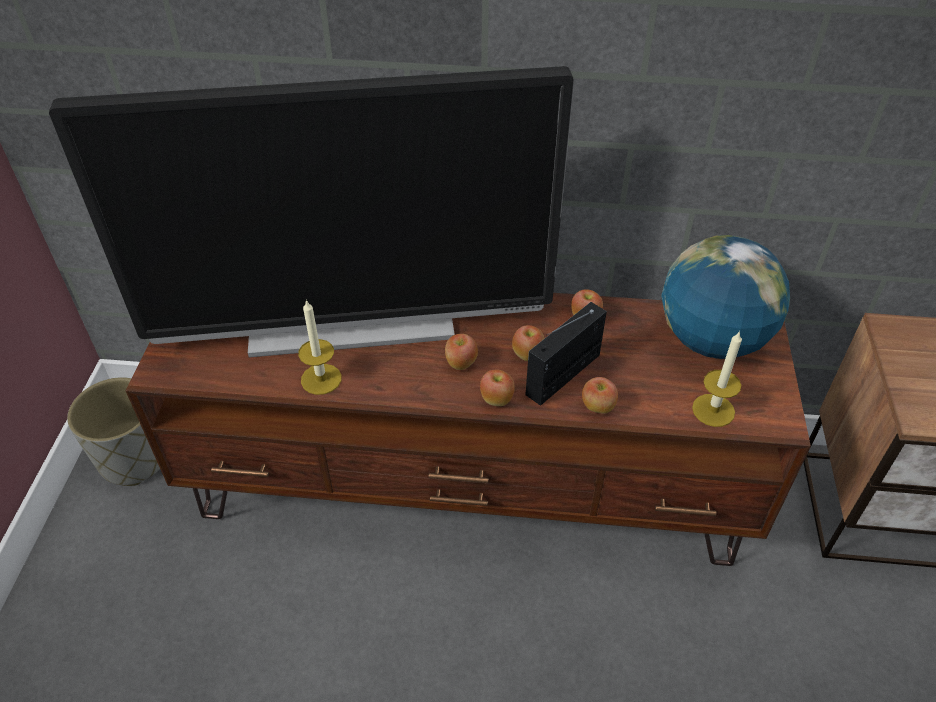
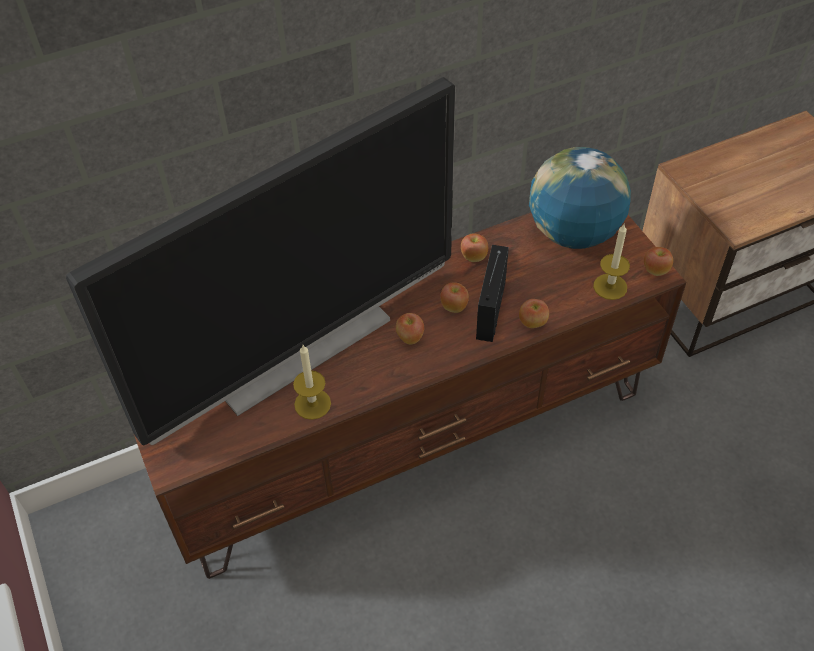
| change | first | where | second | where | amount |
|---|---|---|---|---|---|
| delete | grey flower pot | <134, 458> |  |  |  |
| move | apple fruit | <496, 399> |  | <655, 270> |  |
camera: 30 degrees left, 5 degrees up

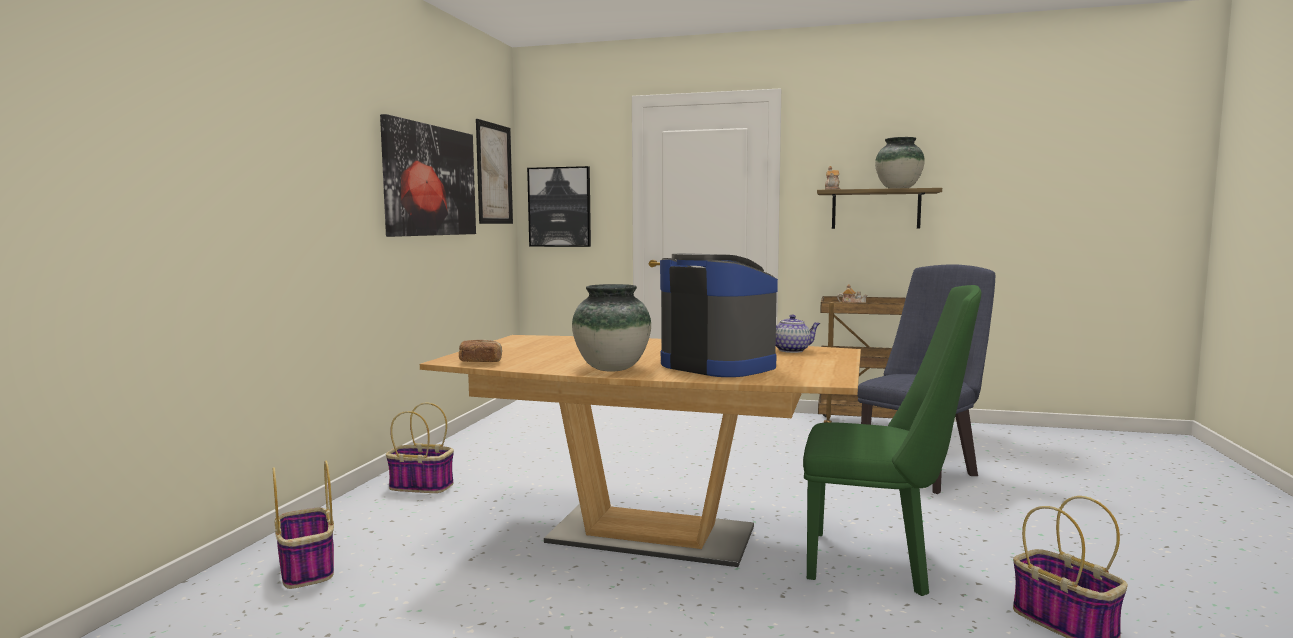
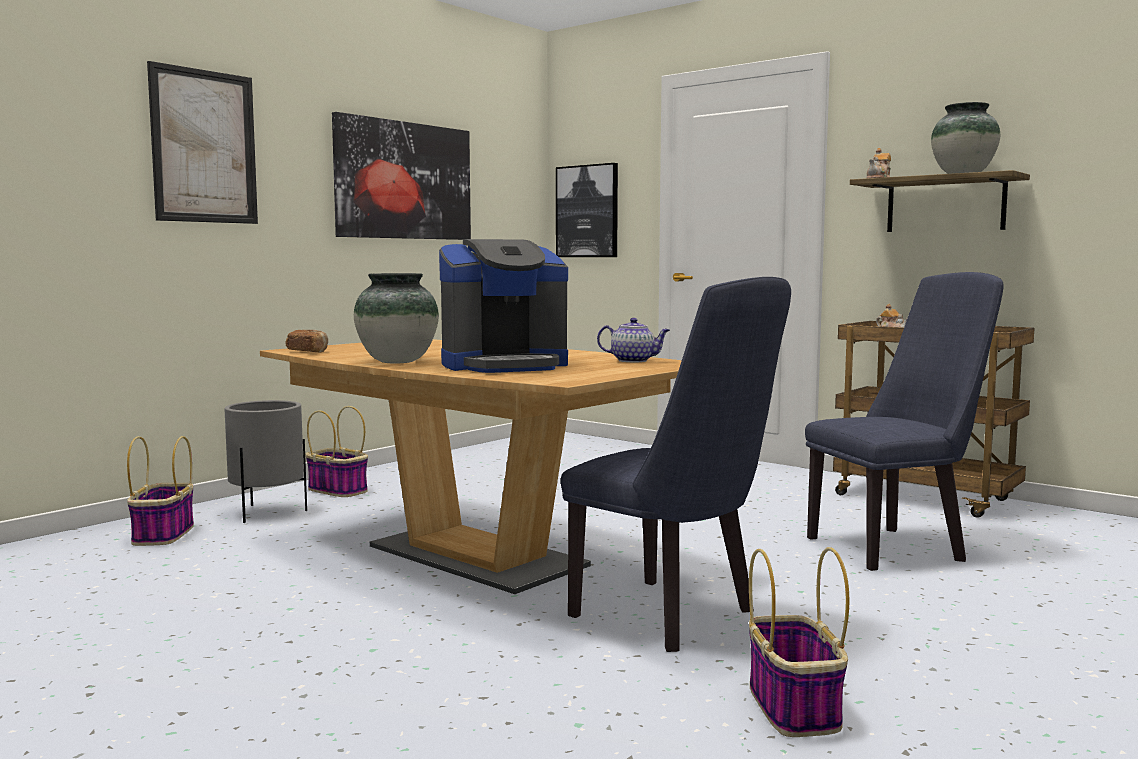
| change | first | where | second | where | amount |
|---|---|---|---|---|---|
| insert |  |  | grey flower pot | <268, 513> |  |
| move | wall picture | <494, 174> |  | <204, 146> |  |
| recolor | greenish plain chair | <880, 563> | bluish plain chair | <675, 618> |  |
| rotate | coffee maker | <718, 365> |  | <504, 365> | 90 degrees clockwise |
camera: 25 degrees right, 0 degrees up

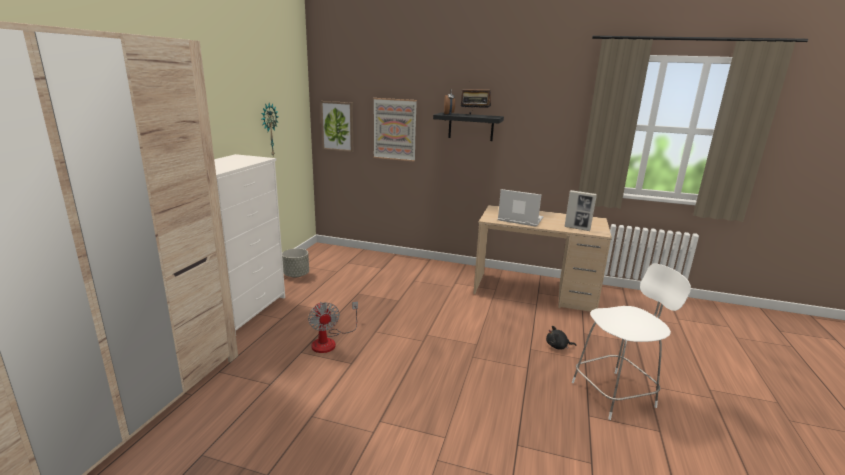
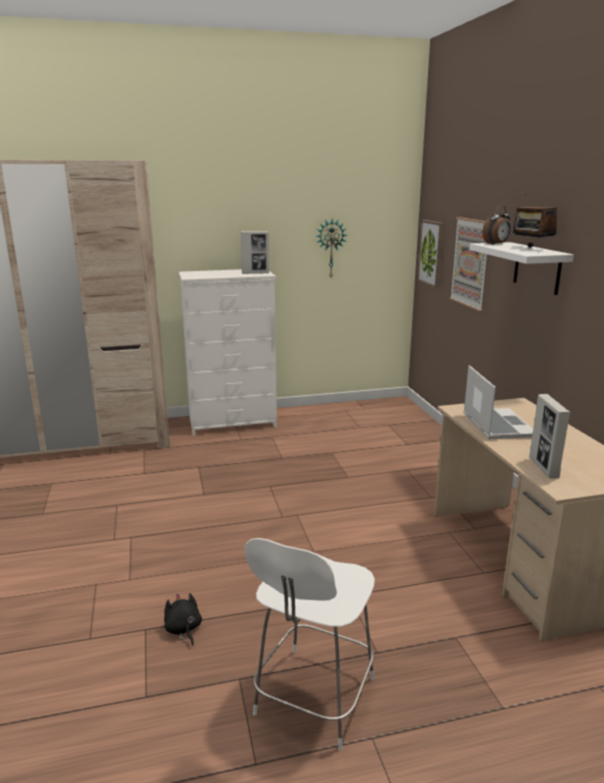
| change | first | where | second | where | amount |
|---|---|---|---|---|---|
| delete | grey flower pot | <296, 275> |  |  |  |
| delete | cooling fan | <329, 341> |  |  |  |
| insert |  |  | picture frame | <255, 273> |  |
| move | blackish soft toy | <558, 346> |  | <183, 629> |  |
| recolor | blackish bracket shelf | <471, 127> | whitish bracket shelf | <537, 268> |  |
| rotate | whitish plain chair | <615, 394> |  | <313, 699> | 75 degrees clockwise |
camera: 60 degrees right, 0 degrees up

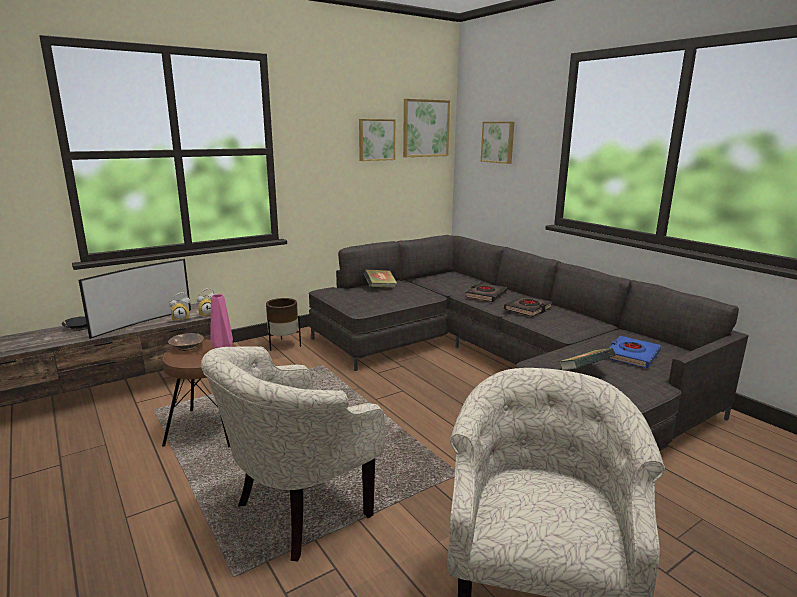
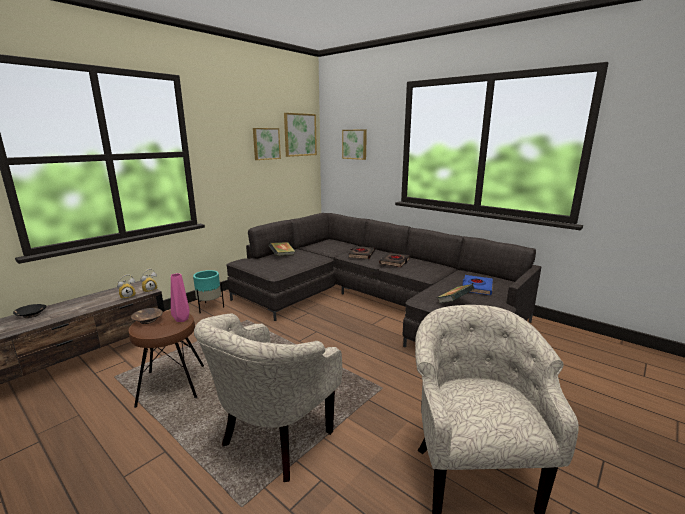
| change | first | where | second | where | amount |
|---|---|---|---|---|---|
| delete | television | <141, 322> |  |  |  |
| recolor | brown-coloured flower pot | <283, 345> | blue-green flower pot | <209, 307> |  |
camera: 15 degrees left, 0 degrees up

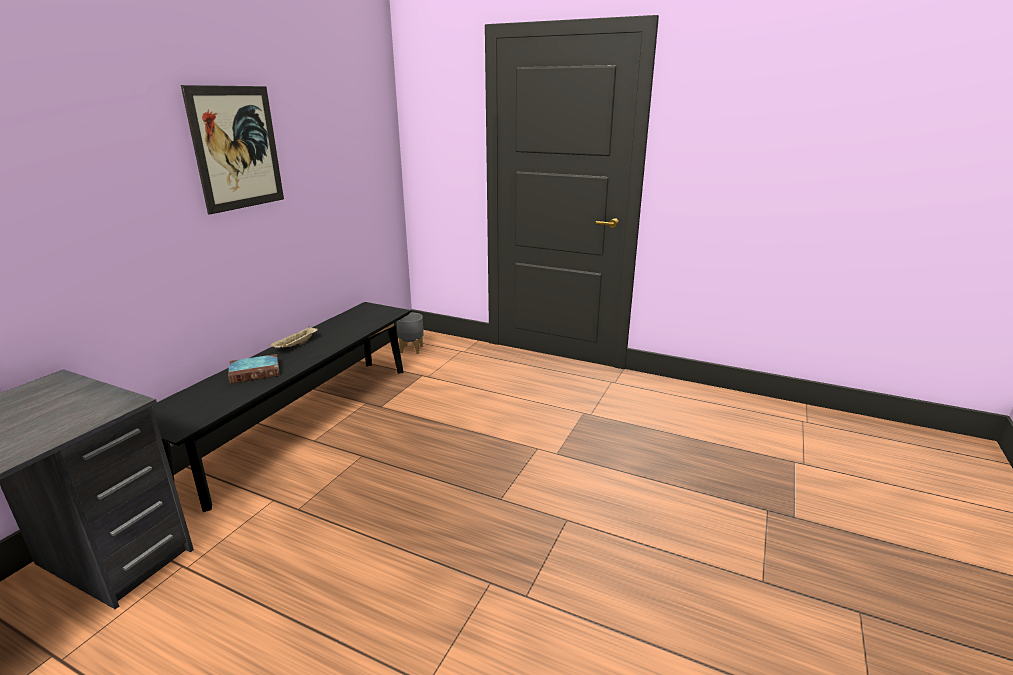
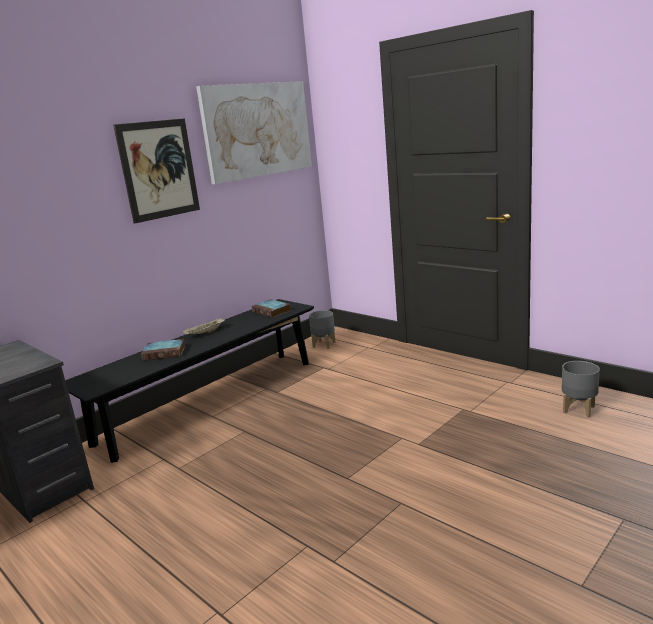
| change | first | where | second | where | amount |
|---|---|---|---|---|---|
| insert |  |  | wall picture | <257, 130> |  |
| insert |  |  | volume | <272, 311> |  |
| insert |  |  | grey flower pot | <579, 409> |  |
camera: 20 degrees right, 5 degrees down

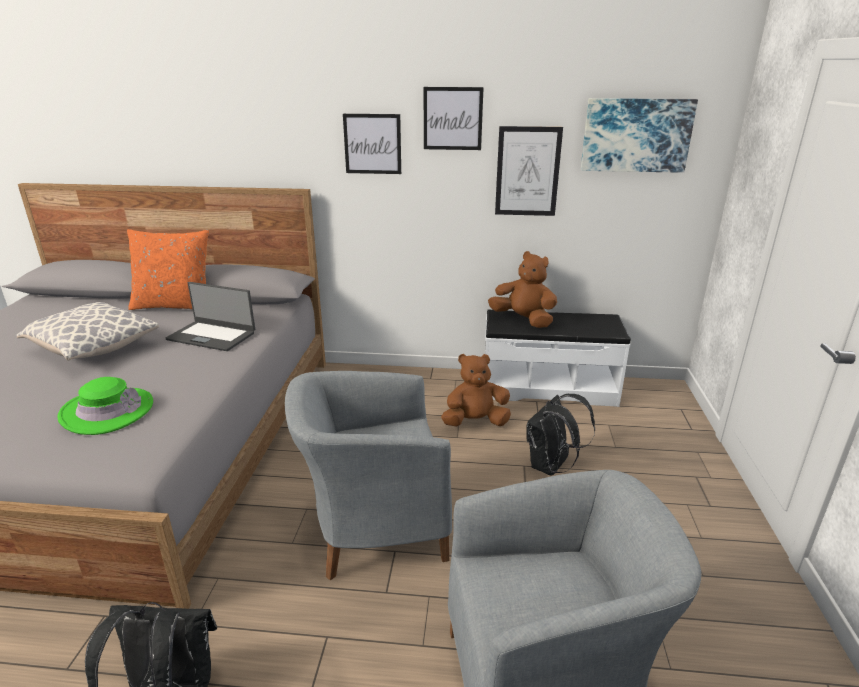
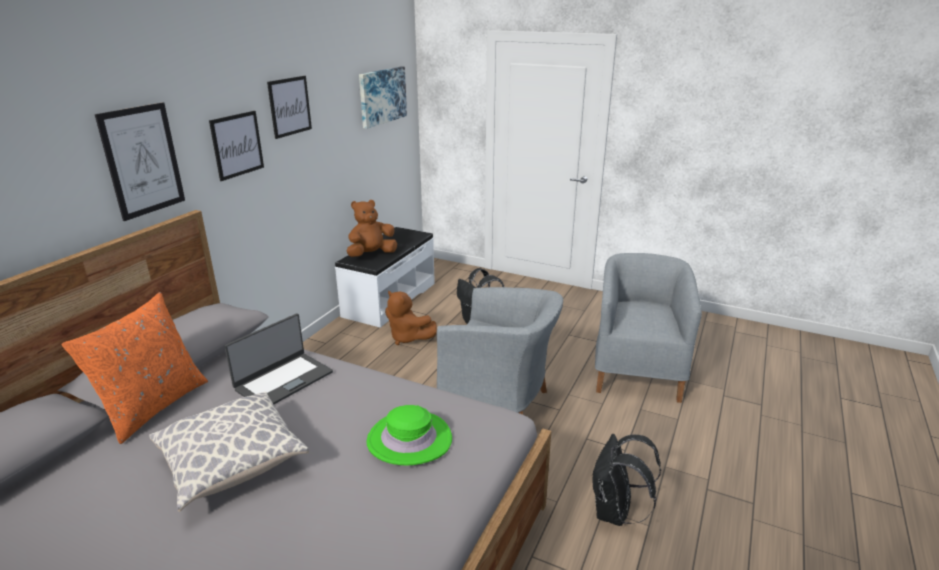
| change | first | where | second | where | amount |
|---|---|---|---|---|---|
| move | wall picture | <527, 172> |  | <142, 160> |  |
| rotate | grey easy chair | <373, 528> |  | <499, 405> | 75 degrees counterclockwise |
| rotate | brown-coloured soft toy | <475, 422> |  | <408, 338> | 60 degrees counterclockwise |
camera: 70 degrees left, 0 degrees up

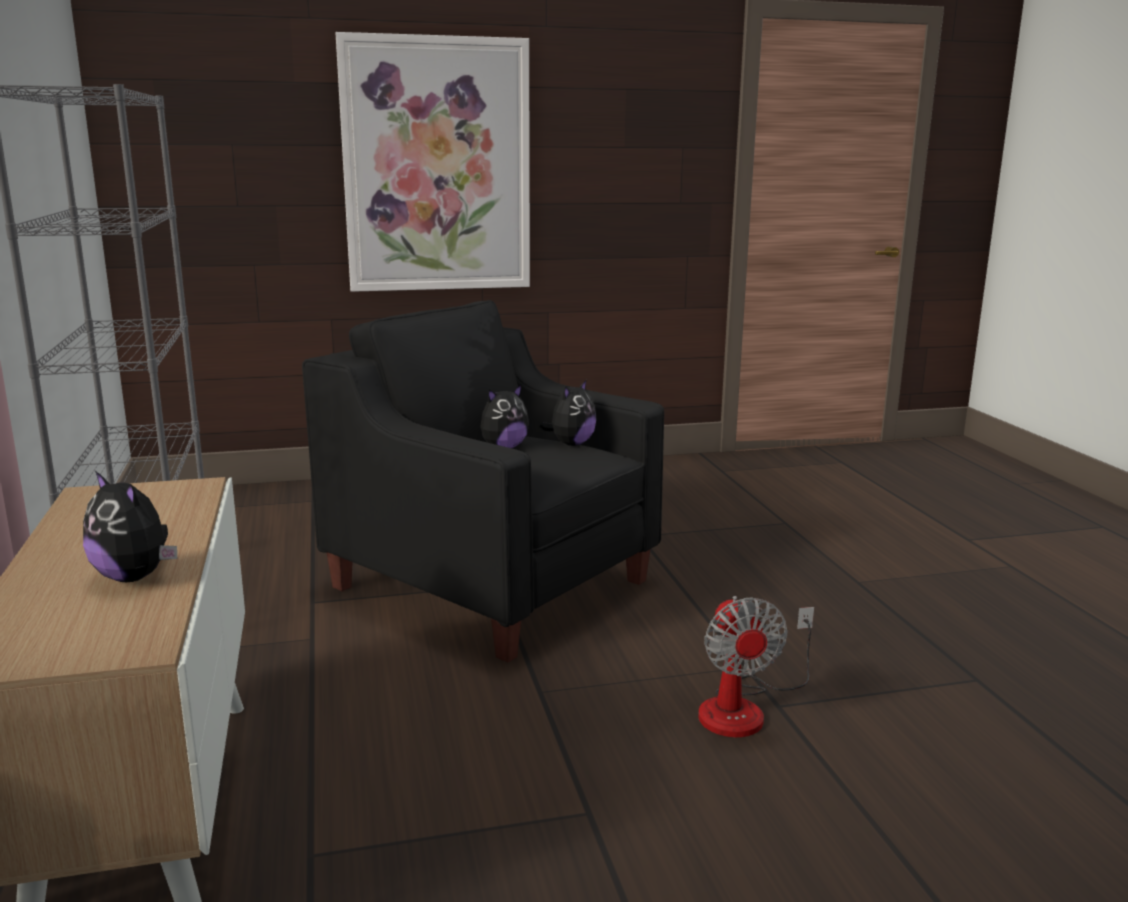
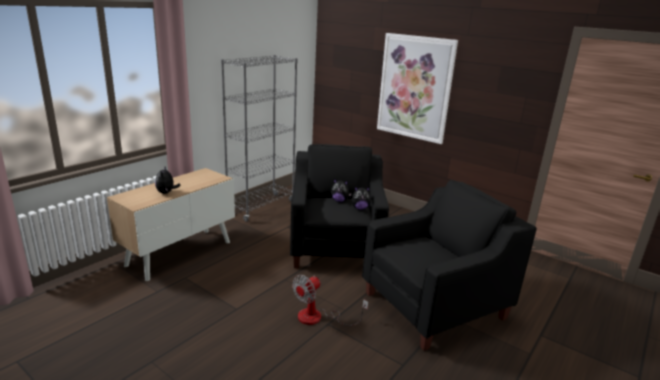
| change | first | where | second | where | amount |
|---|---|---|---|---|---|
| insert |  |  | blackish easy chair | <434, 306> |  |
camera: 50 degrees right, 5 degrees up

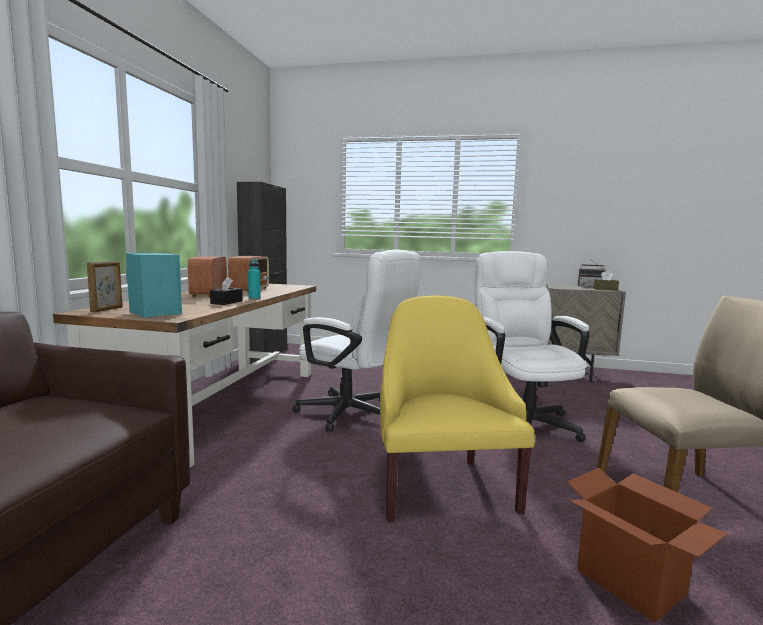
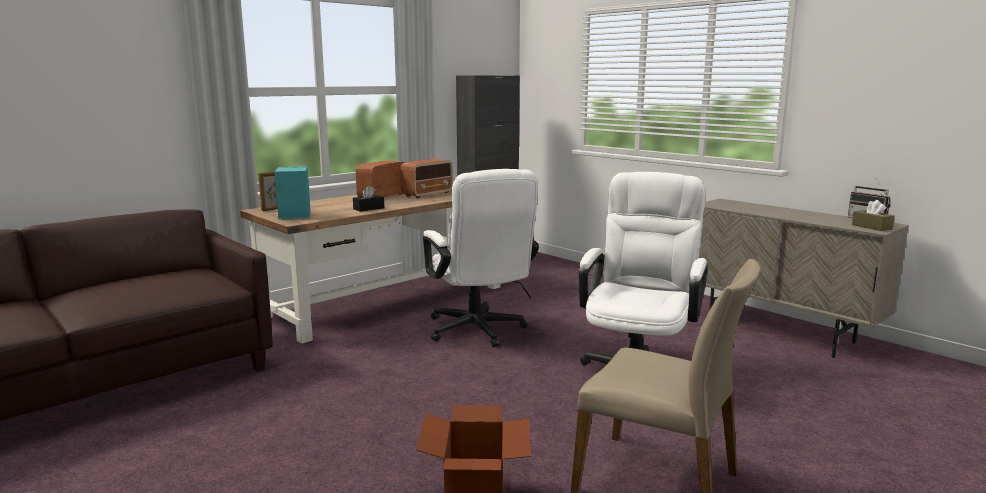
| change | first | where | second | where | amount |
|---|---|---|---|---|---|
| delete | blue-green beverage bottle | <254, 298> |  |  |  |
| delete | yellow-coloured easy chair | <442, 486> |  |  |  |
camera: 35 degrees right, 5 degrees up

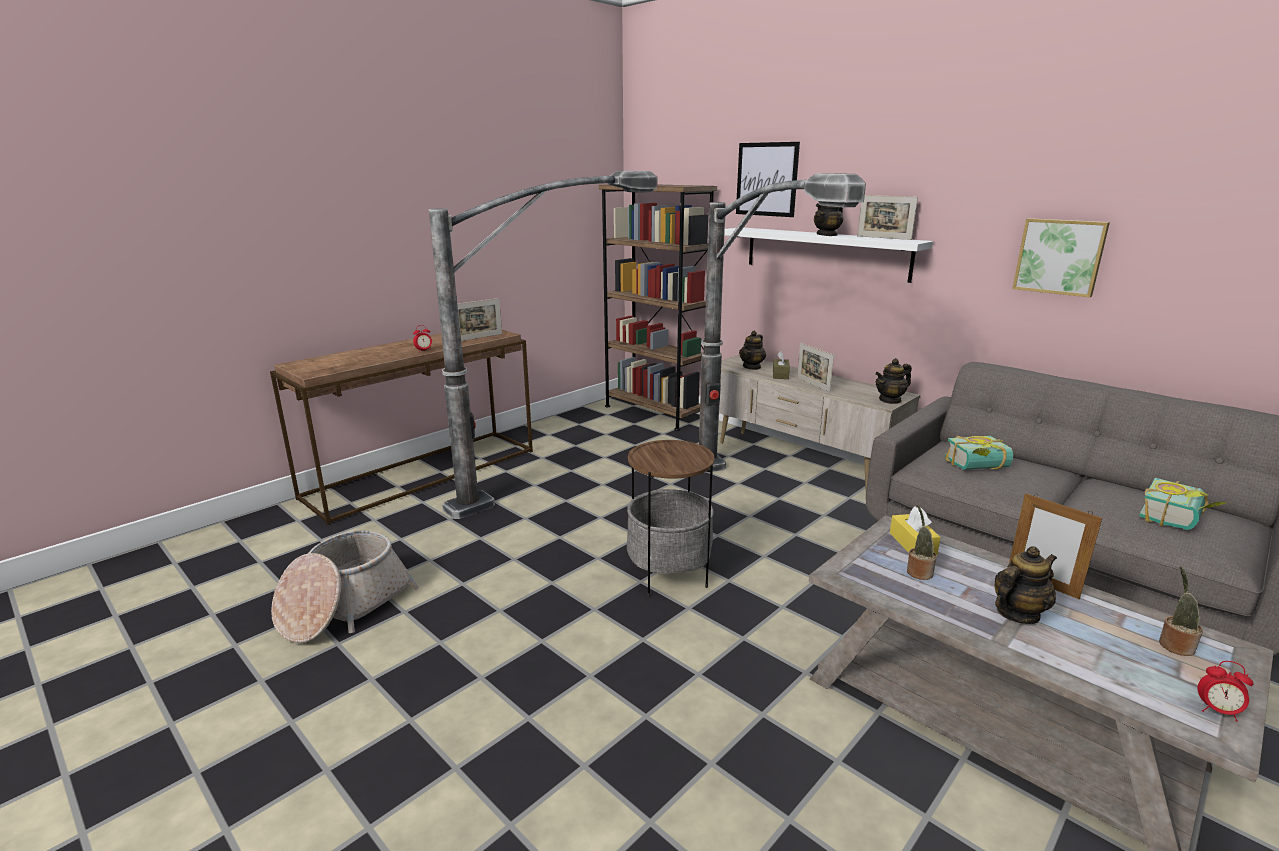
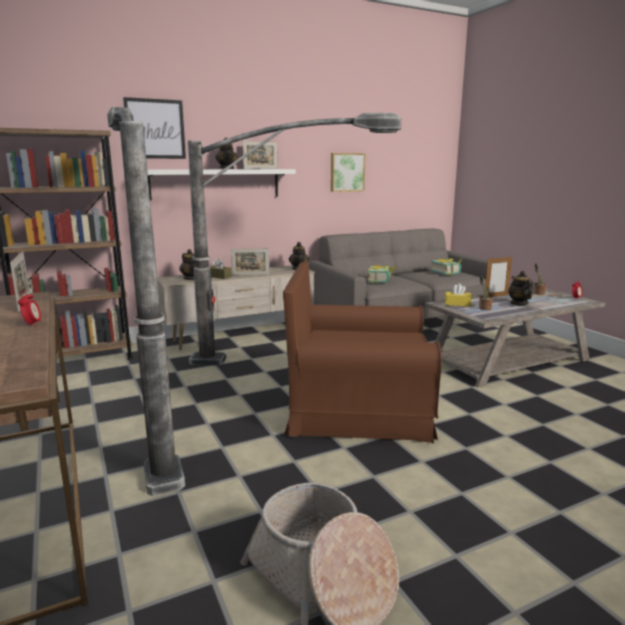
| change | first | where | second | where | amount |
|---|---|---|---|---|---|
| replace | end table | <668, 575> | brown-coloured easy chair | <359, 402> |  |
camera: 70 degrees left, 5 degrees down

